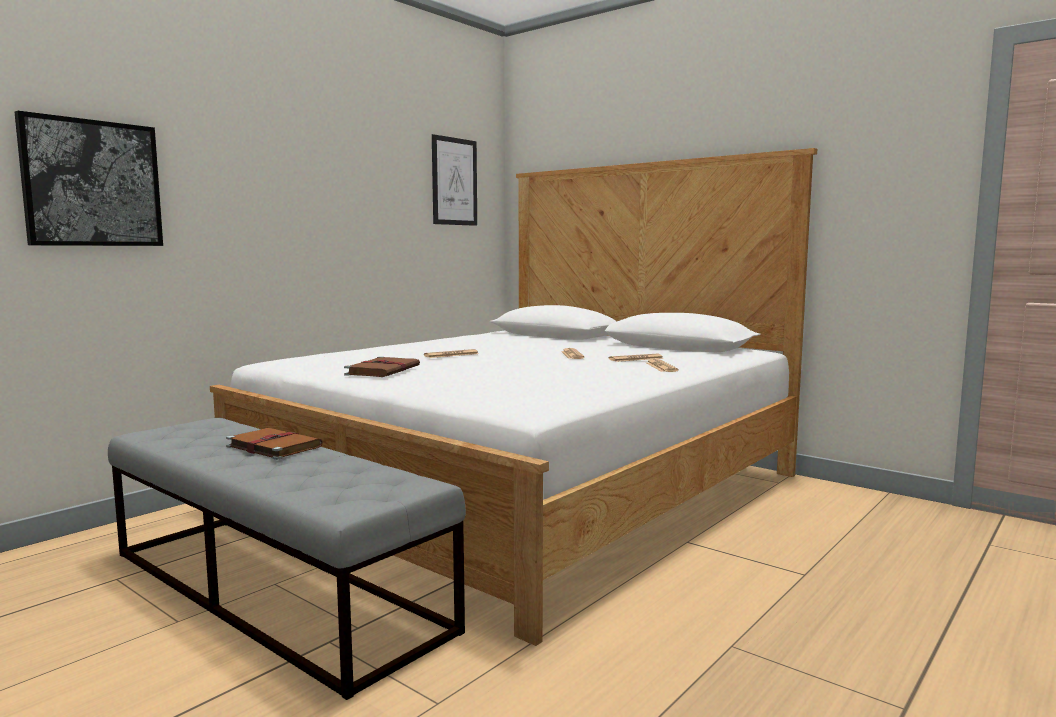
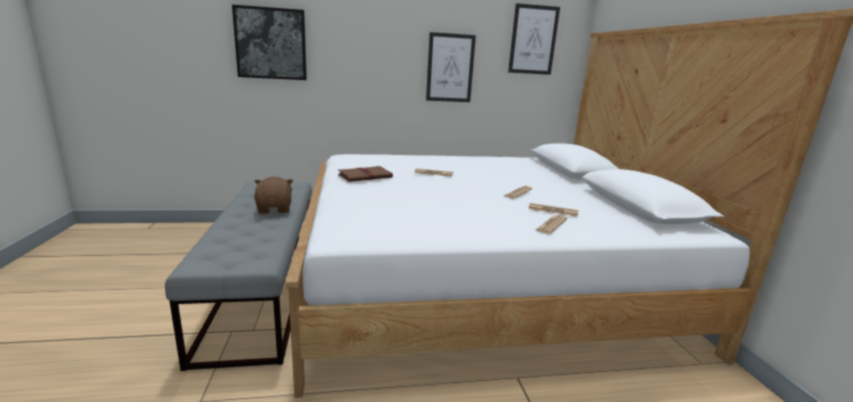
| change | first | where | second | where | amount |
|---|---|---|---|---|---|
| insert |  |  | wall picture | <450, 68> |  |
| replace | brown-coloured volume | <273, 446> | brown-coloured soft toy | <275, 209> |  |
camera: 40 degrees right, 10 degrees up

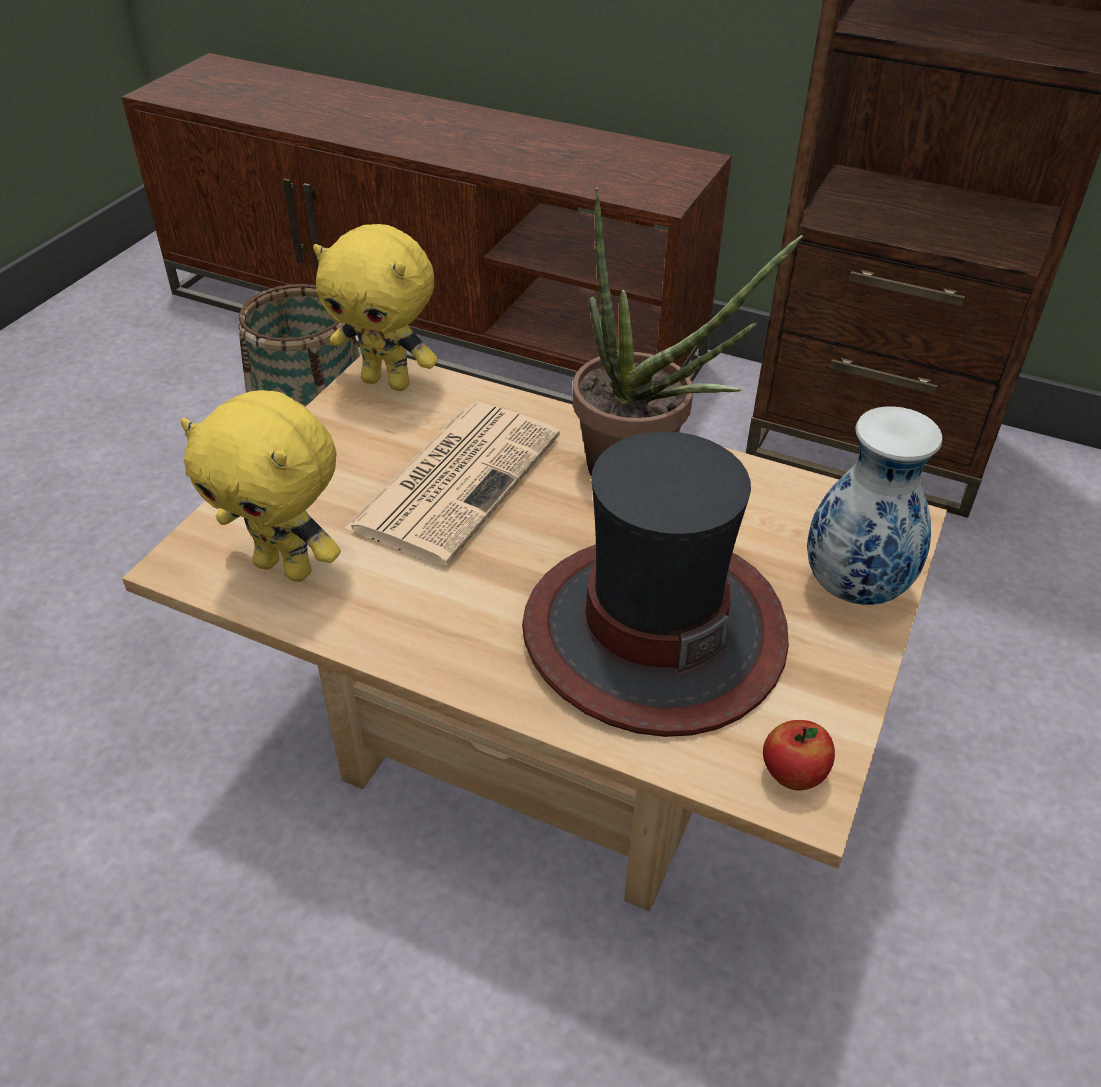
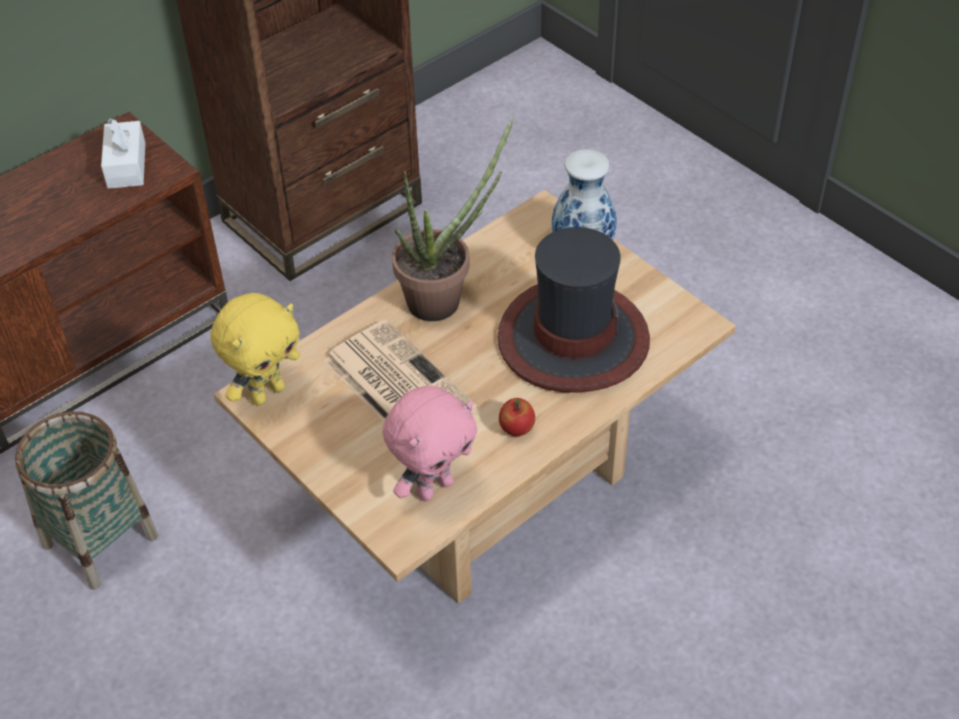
| change | first | where | second | where | amount |
|---|---|---|---|---|---|
| insert |  |  | whitish box of tissues | <126, 165> |  |
| move | apple fruit | <792, 775> |  | <516, 429> |  |
| recolor | yellow-coloured soft toy | <286, 567> | pink soft toy | <434, 487> |  |
camera: 65 degrees left, 5 degrees up

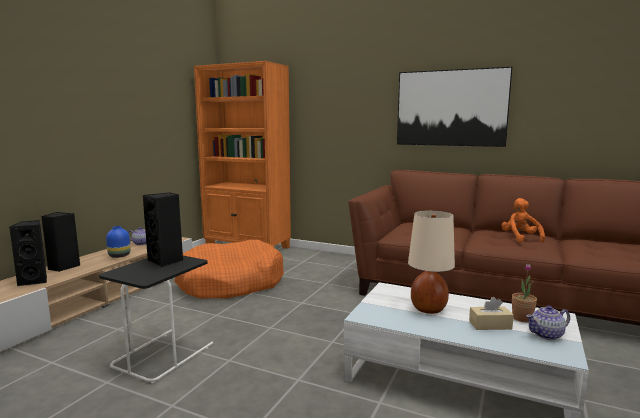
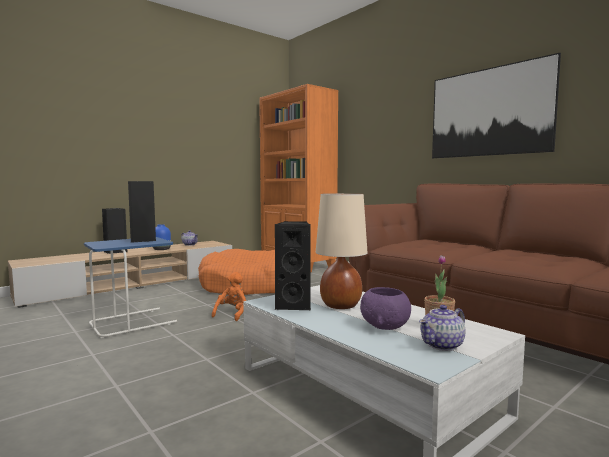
| change | first | where | second | where | amount |
|---|---|---|---|---|---|
| move | blackish speaker | <35, 281> |  | <294, 305> |  |
| move | orangey soft toy | <520, 238> |  | <232, 314> |  |
| replace | sand-coloured box of tissues | <490, 325> | purple serving bowl | <385, 326> |  |
| recolor | blackish end table | <163, 354> | bluish end table | <133, 322> |  |
| rotate | teapot | <547, 335> |  | <442, 345> | 45 degrees counterclockwise |
camera: 25 degrees right, 5 degrees down

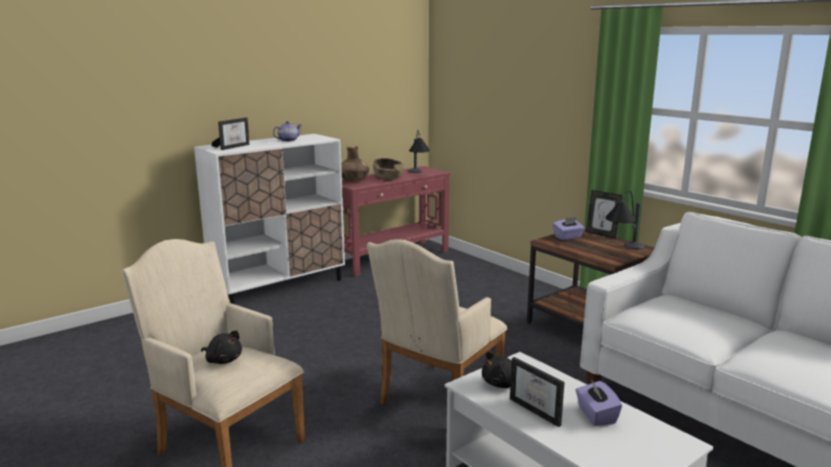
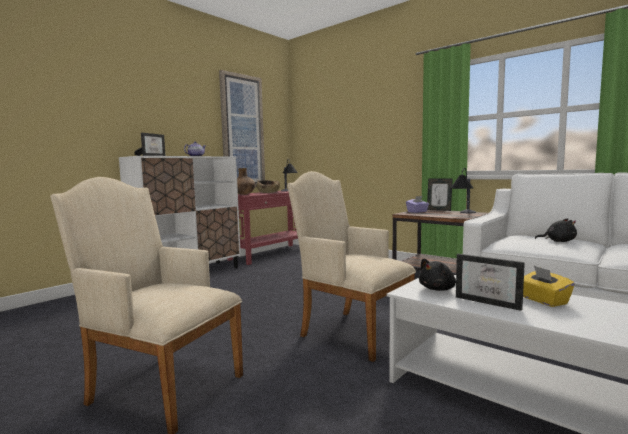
| change | first | where | second | where | amount |
|---|---|---|---|---|---|
| insert |  |  | wall picture | <242, 132> |  |
| move | blackish soft toy | <223, 360> |  | <558, 241> |  |
| recolor | purple box of tissues | <596, 415> | yellow-coloured box of tissues | <543, 300> |  |
| rotate | sand-coloured easy chair | <436, 399> |  | <351, 331> | 105 degrees clockwise |
camera: 10 degrees left, 10 degrees down

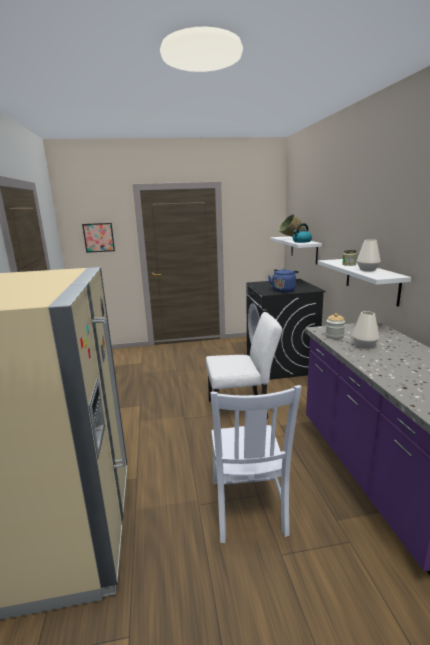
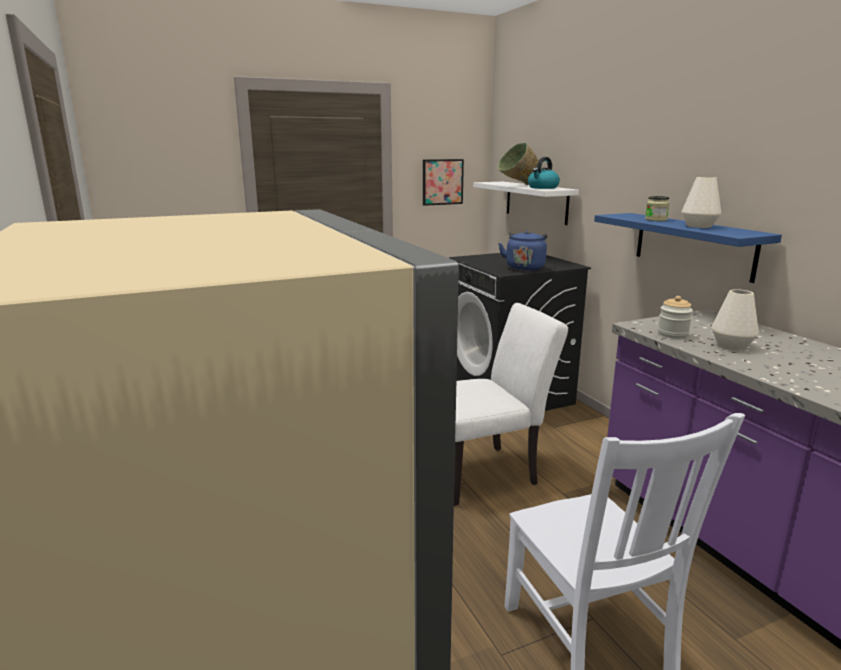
| change | first | where | second | where | amount |
|---|---|---|---|---|---|
| move | wall picture | <99, 237> |  | <442, 182> |  |
| recolor | whitish bracket shelf | <371, 280> | bluish bracket shelf | <693, 245> |  |
camera: 15 degrees left, 0 degrees up

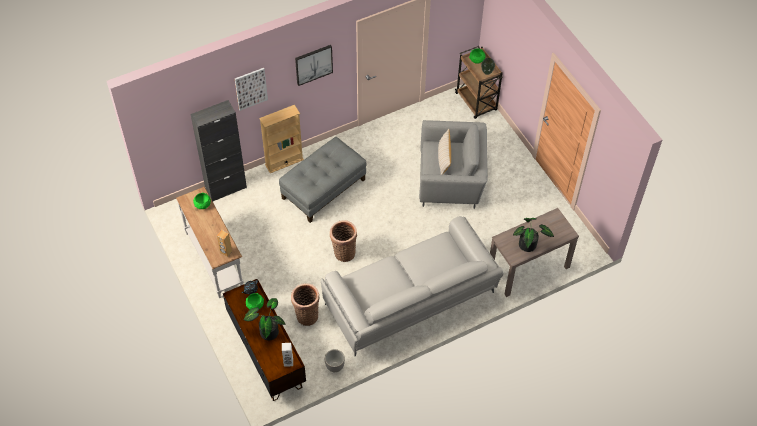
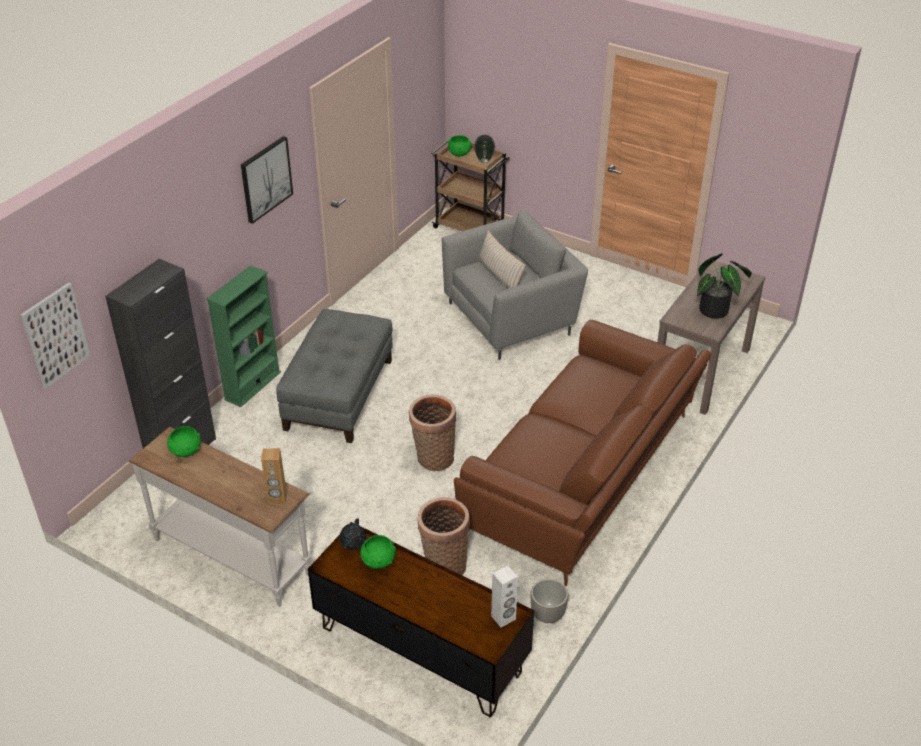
| change | first | where | second | where | amount |
|---|---|---|---|---|---|
| delete | potted plant | <267, 331> |  |  |  |
| move | wall picture | <251, 88> |  | <55, 335> |  |
| recolor | sand-coloured shelving unit | <284, 162> | greenish shelving unit | <252, 385> |  |
| recolor | grey sofa | <410, 301> | brown-coloured sofa | <583, 476> |  |
camera: 30 degrees left, 15 degrees down

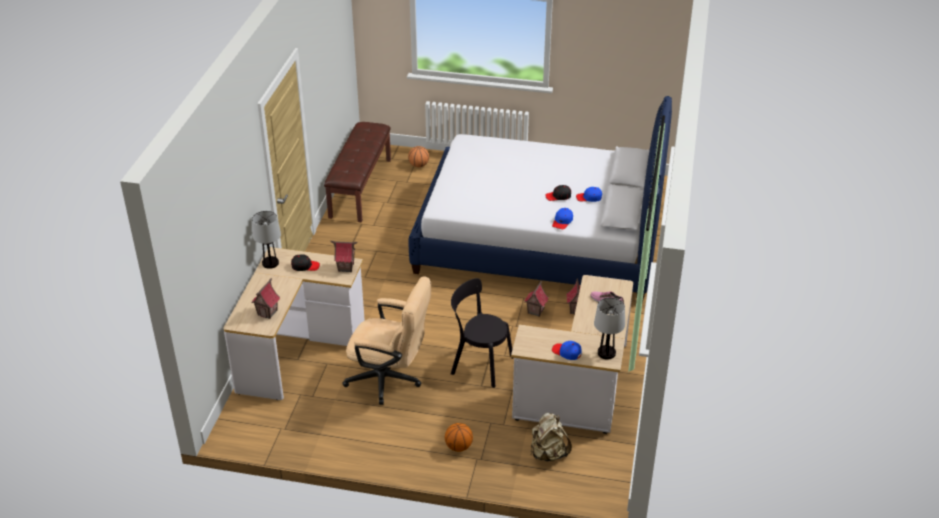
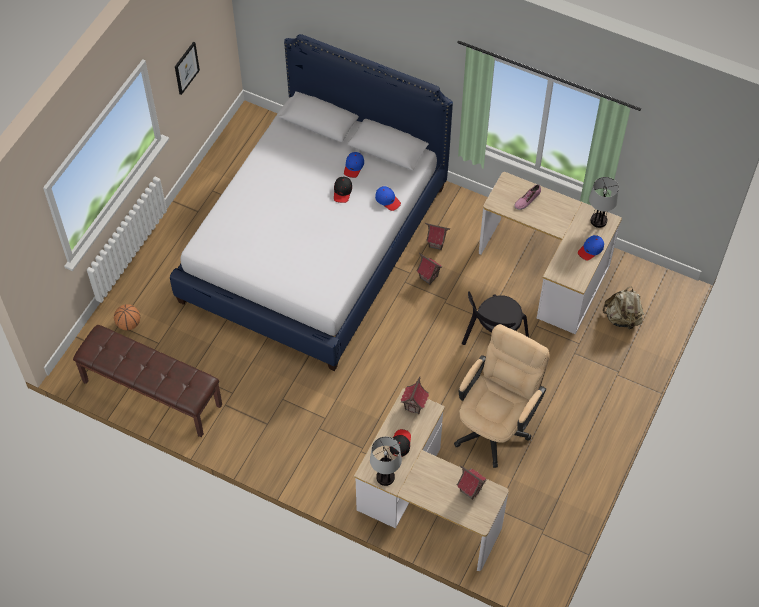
| change | first | where | second | where | amount |
|---|---|---|---|---|---|
| delete | basketball | <458, 447> |  |  |  |
| insert |  |  | wall picture | <186, 68> |  |
camera: 75 degrees left, 20 degrees up

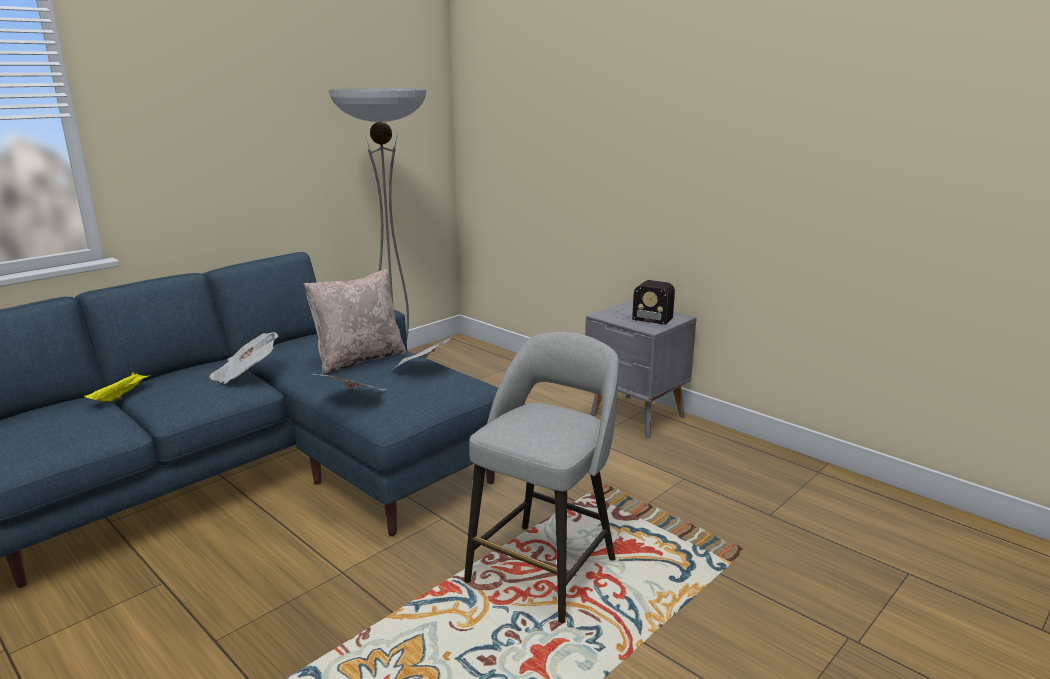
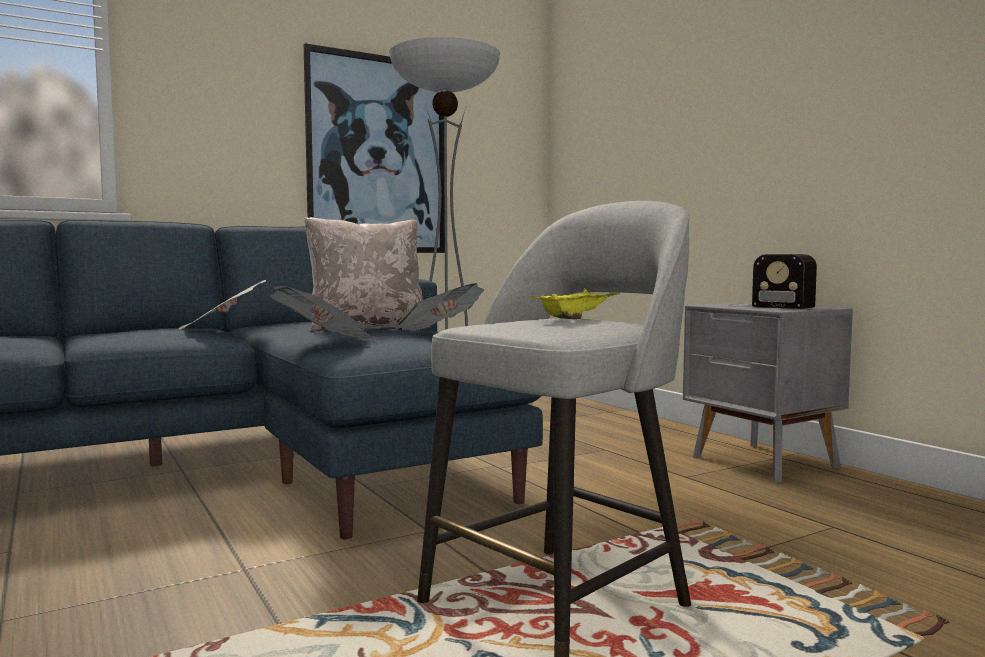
| change | first | where | second | where | amount |
|---|---|---|---|---|---|
| insert |  |  | wall picture | <377, 155> |  |
| move | yellow-coloured tray | <120, 396> |  | <575, 318> |  |
camera: 15 degrees right, 15 degrees down

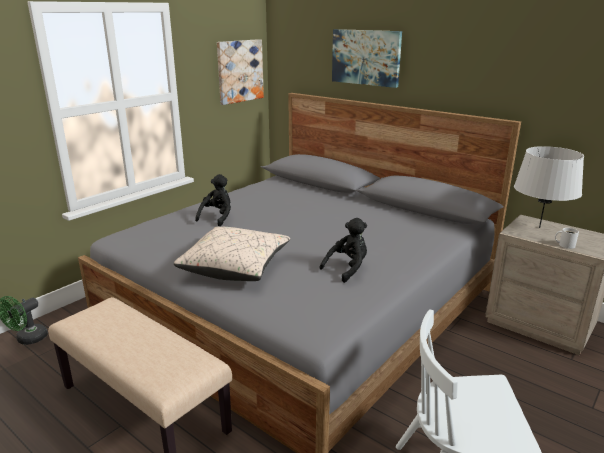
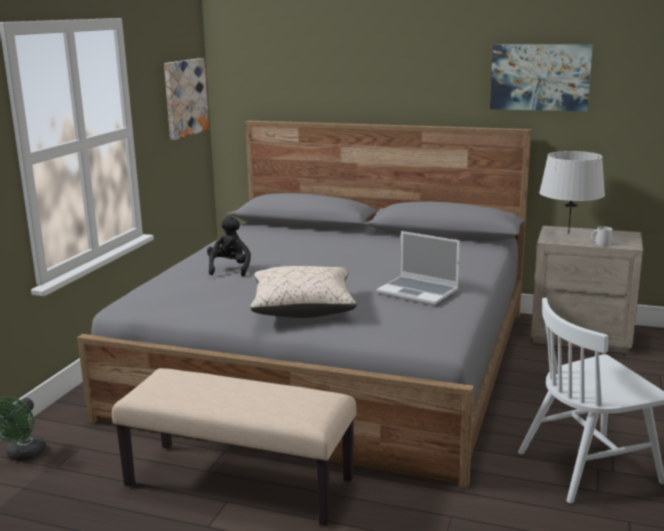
| change | first | where | second | where | amount |
|---|---|---|---|---|---|
| move | wall picture | <366, 57> |  | <540, 77> |  |
| replace | blackish soft toy | <347, 268> | notebook computer | <419, 292> |  |
camera: 20 degrees left, 5 degrees down

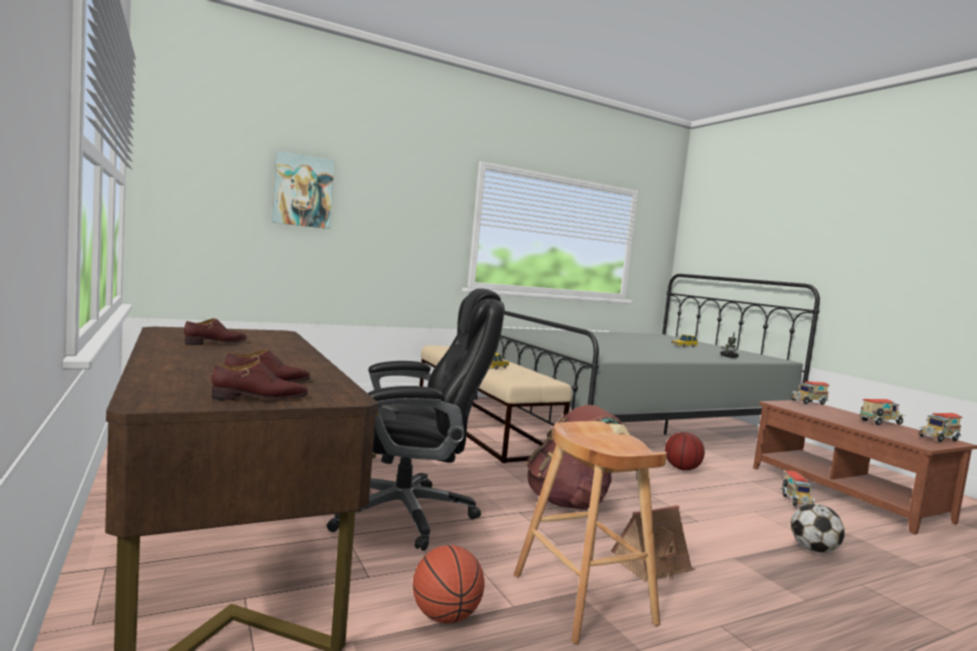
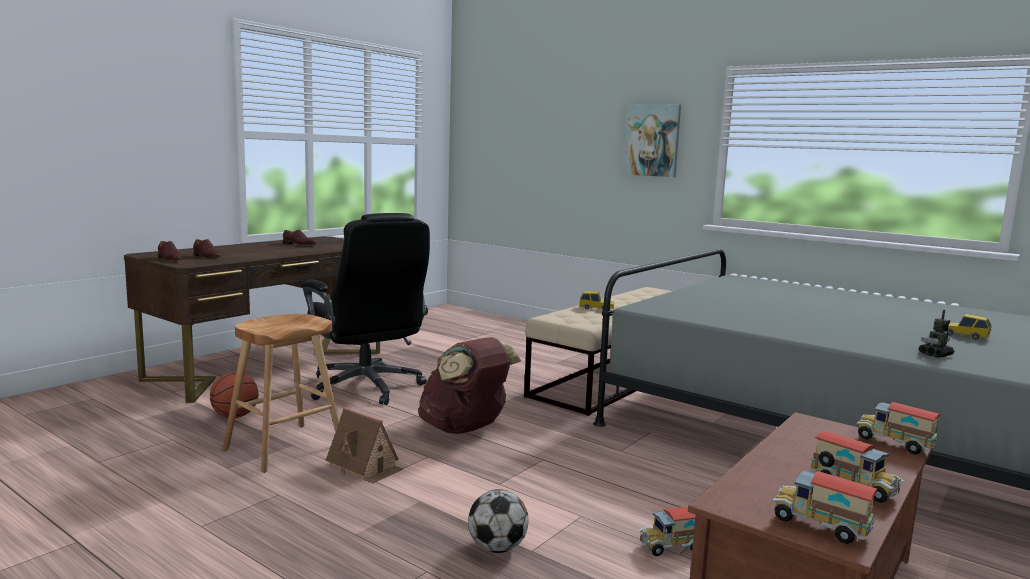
| change | first | where | second | where | amount |
|---|---|---|---|---|---|
| delete | basketball | <682, 469> |  |  |  |
| move | wall picture | <303, 191> |  | <652, 140> |  |
camera: 65 degrees right, 5 degrees up

